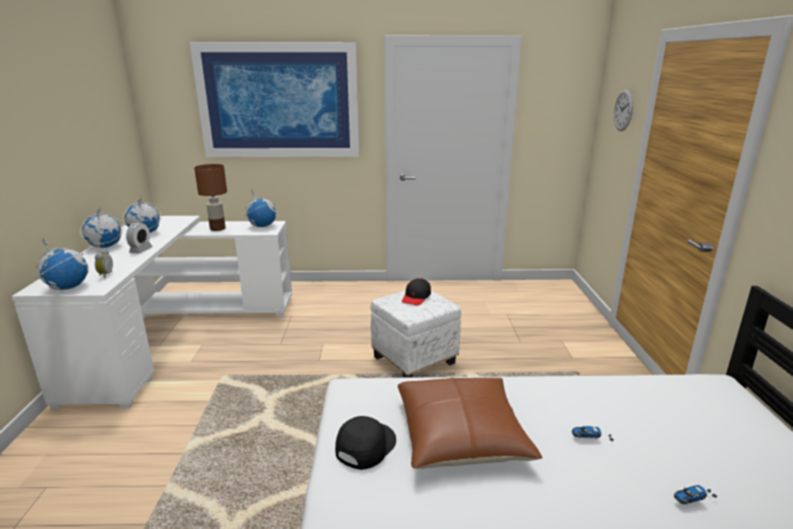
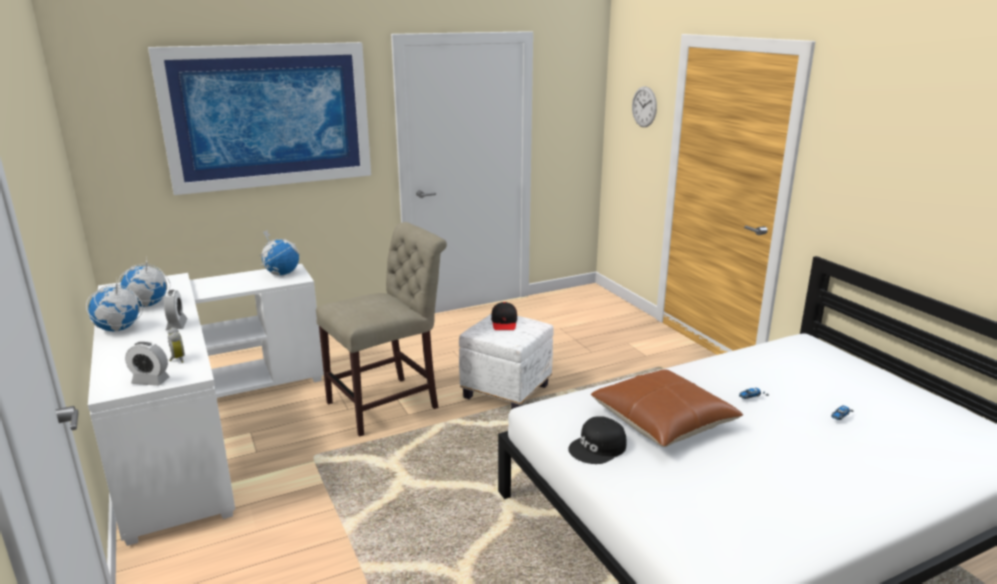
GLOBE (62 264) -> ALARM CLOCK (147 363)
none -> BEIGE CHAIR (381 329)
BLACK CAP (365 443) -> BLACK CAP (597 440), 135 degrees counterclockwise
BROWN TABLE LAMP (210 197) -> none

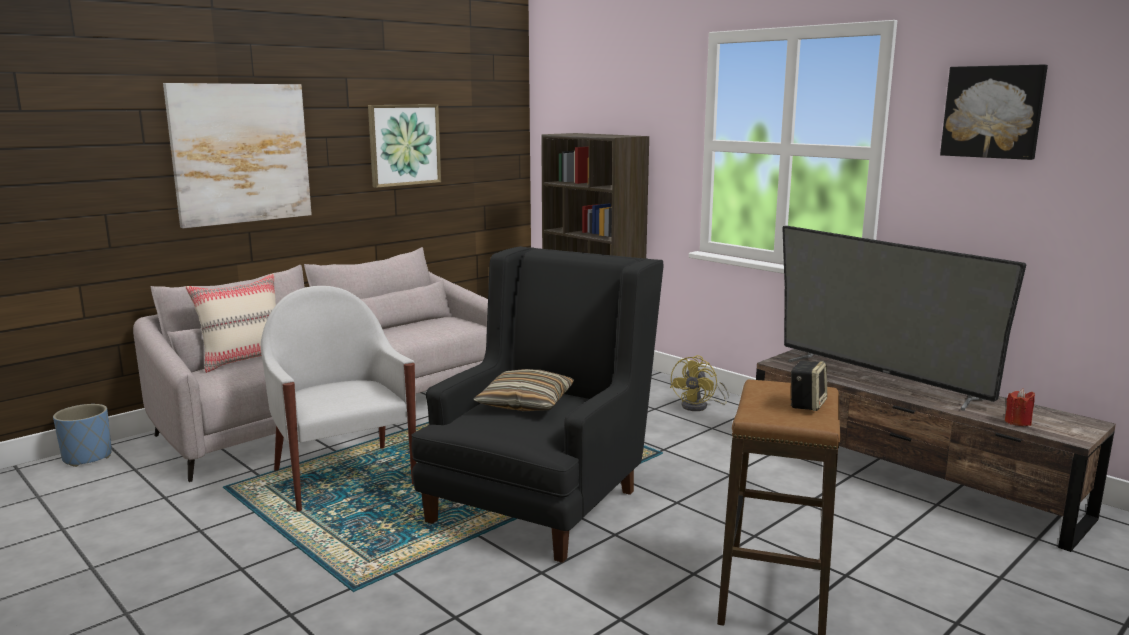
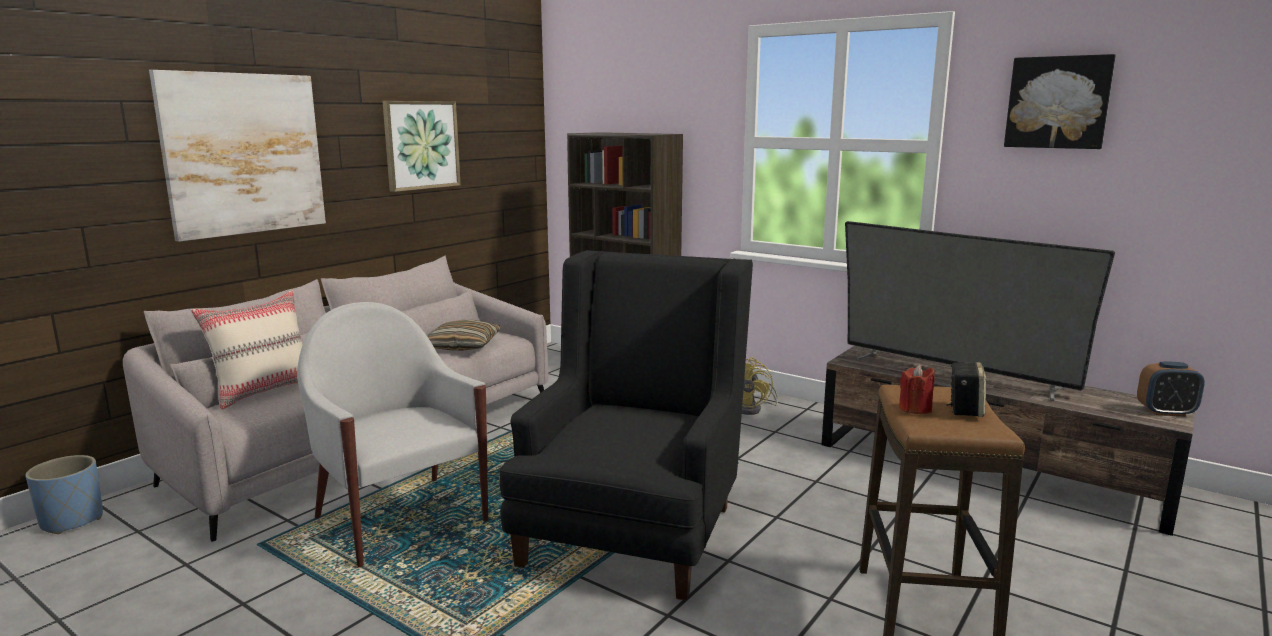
PILLOW (523 390) -> PILLOW (464 335), move
RED CANDLE (1020 407) -> RED CANDLE (917 389), move
none -> ALARM CLOCK (1171 389)

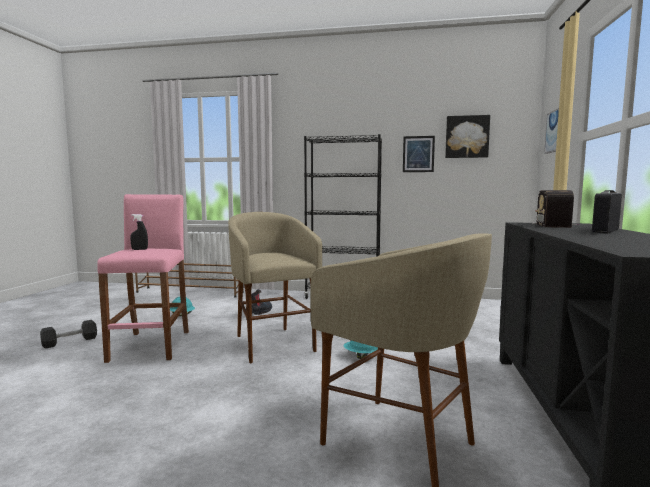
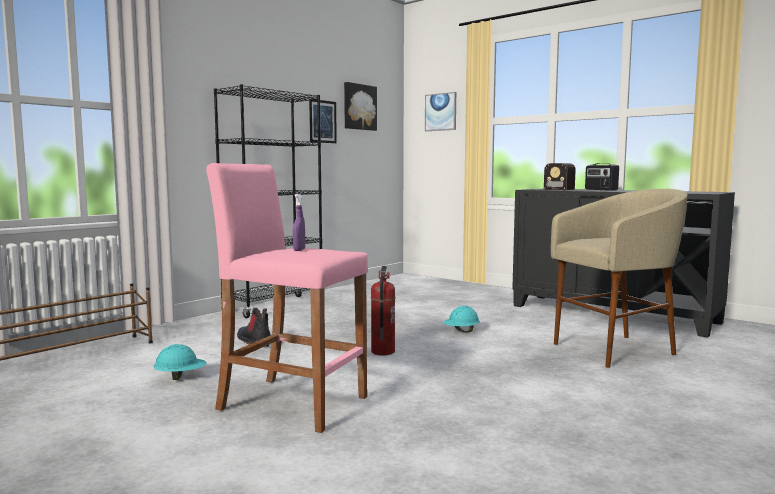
BLACK SPRAY BOTTLE (139 232) -> PURPLE SPRAY BOTTLE (299 222)
BEIGE STOOL (275 287) -> FIRE EXTINGUISHER (383 310)
BLACK DUMBBELL (68 334) -> none

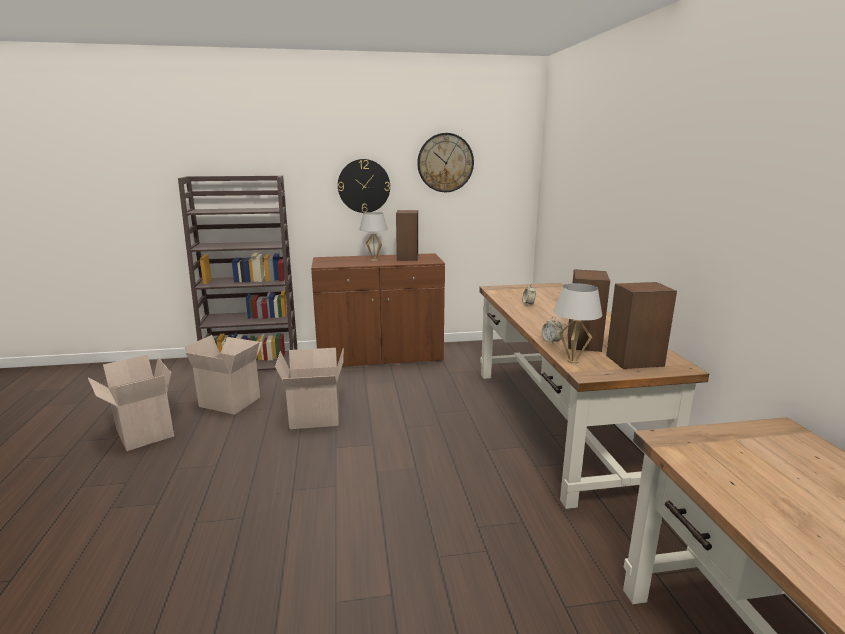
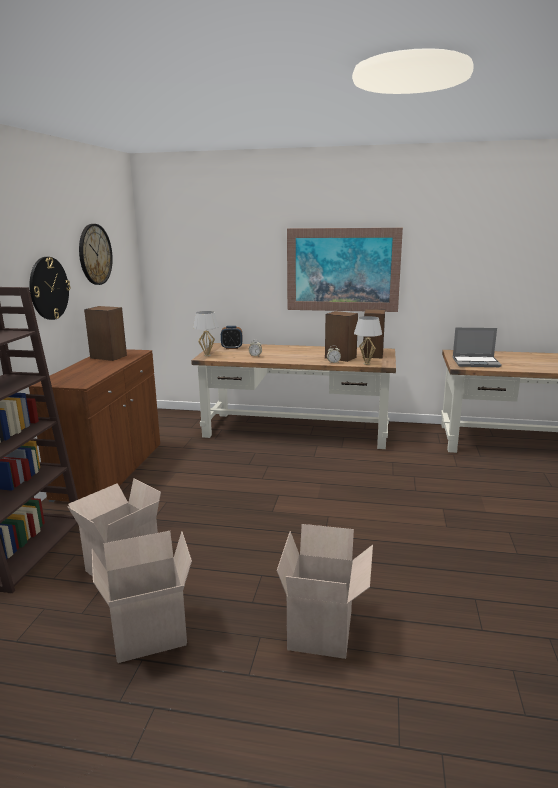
WHITE TABLE LAMP (373 236) -> WHITE TABLE LAMP (206 333), move
none -> ALARM CLOCK (232 337)
CARDBOARD BOX (309 388) -> CARDBOARD BOX (325 591), move
none -> PICTURE (345 270)
none -> LAPTOP (477 347)

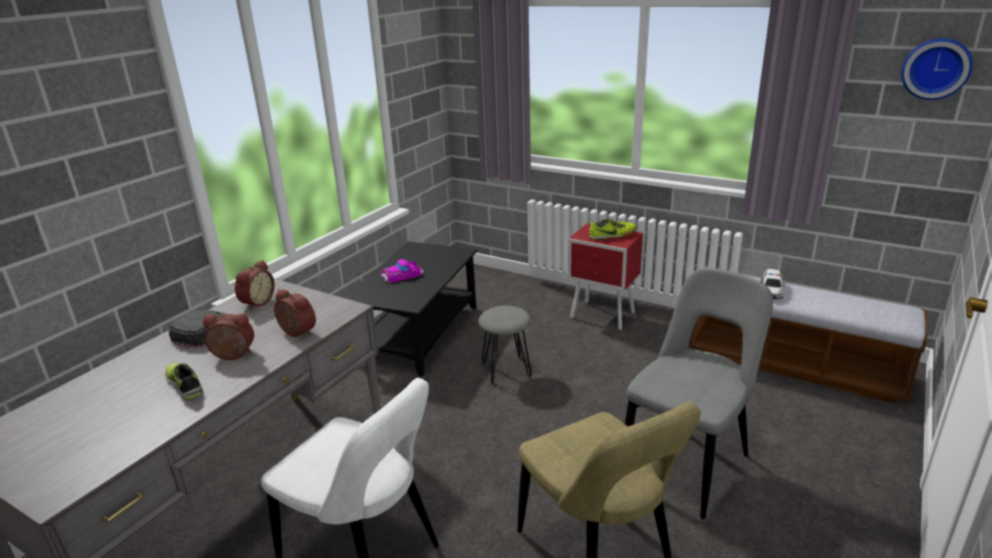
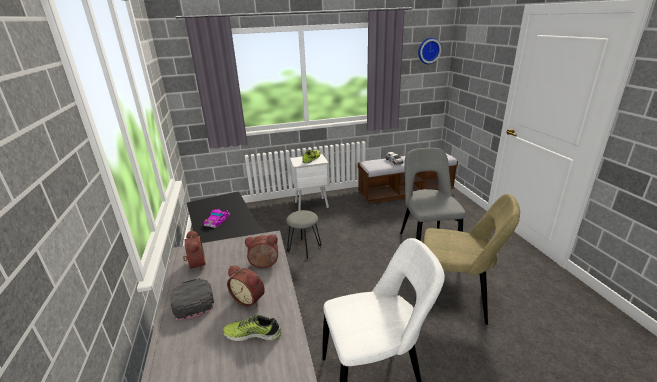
ALARM CLOCK (228 337) -> ALARM CLOCK (246 286), 105 degrees counterclockwise
RED NIGHTSTAND (605 276) -> WHITE NIGHTSTAND (309 182)

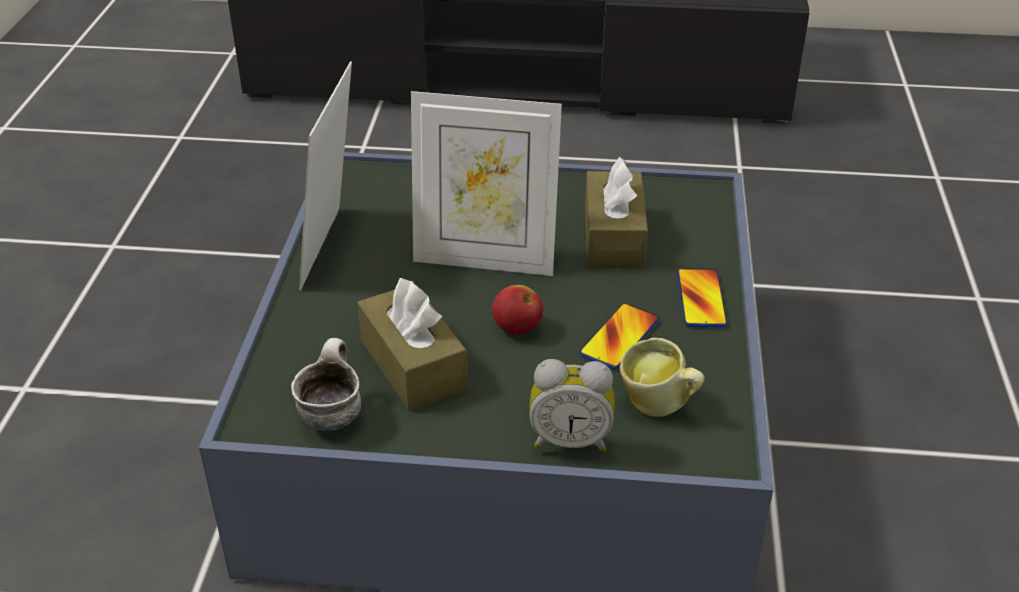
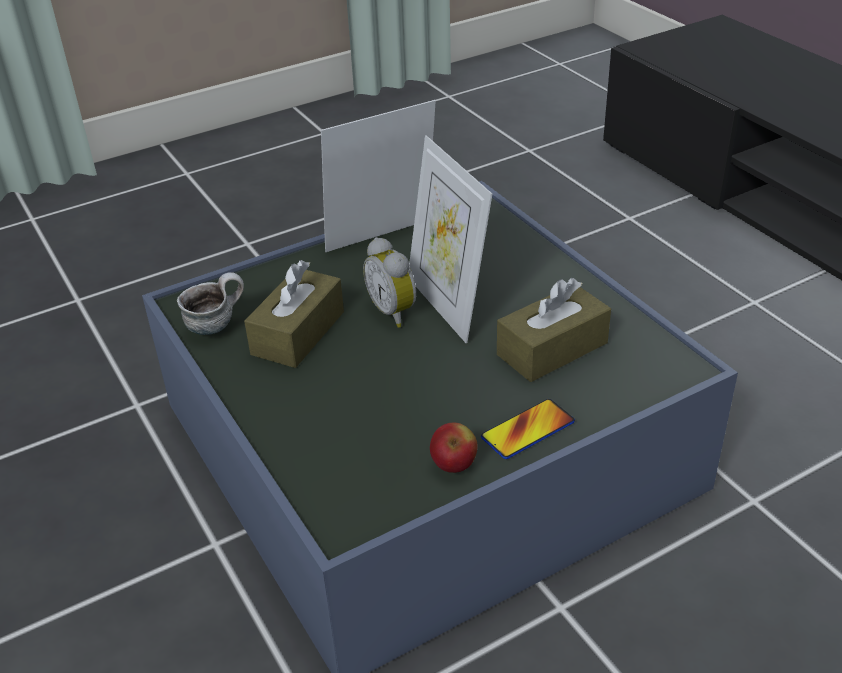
ALARM CLOCK (572 405) -> ALARM CLOCK (389 282), move
APPLE (517 310) -> APPLE (454 448), move
PHONE (619 336) -> none
MUG (662 377) -> none

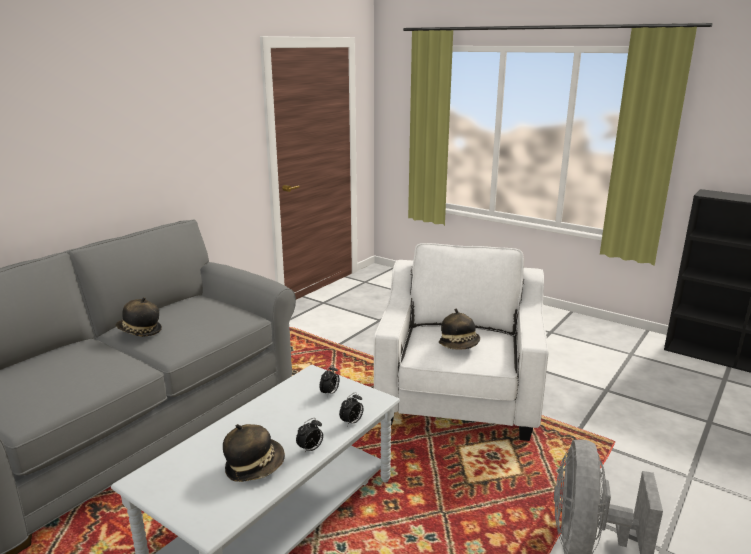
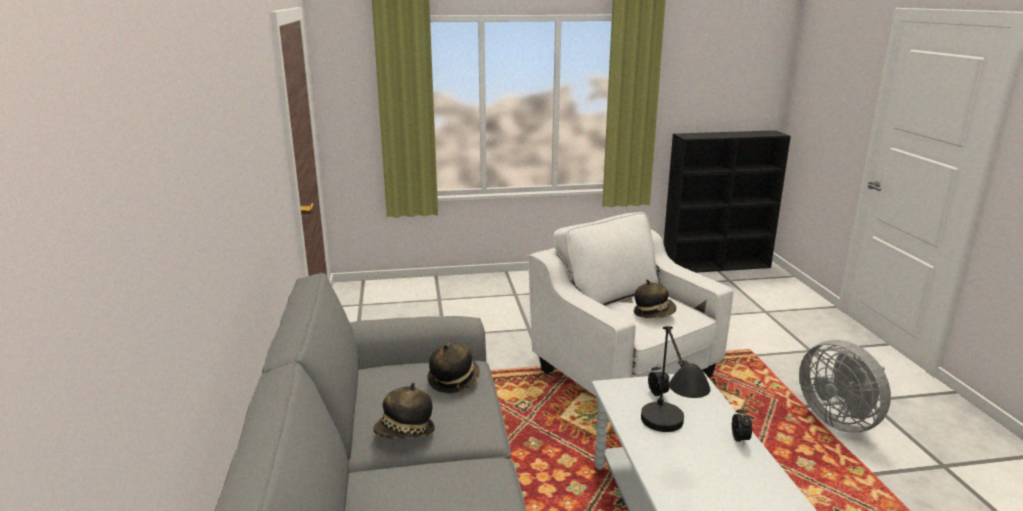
HAT (254 453) -> HAT (453 367), move
none -> BLACK TABLE LAMP (676 379)
ALARM CLOCK (351 409) -> none

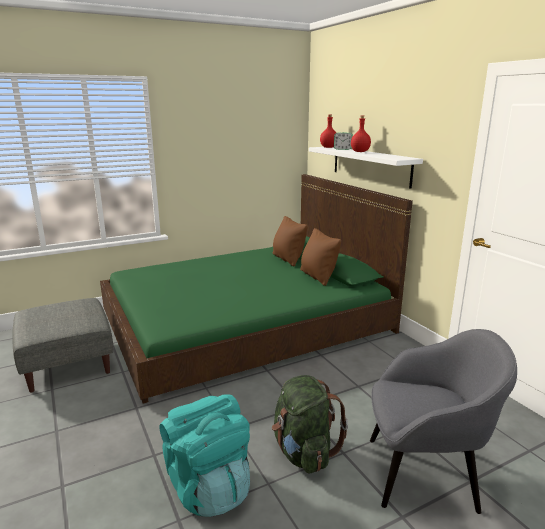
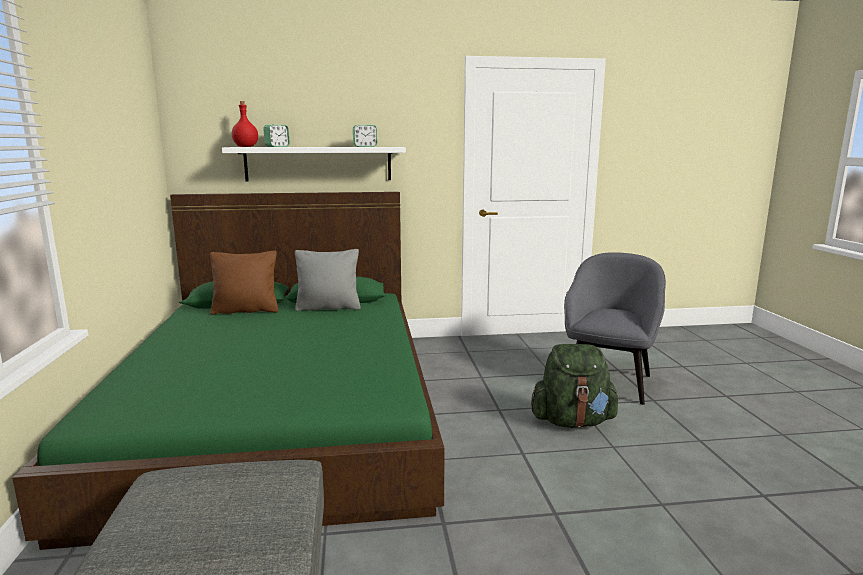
BROWN PILLOW (320 257) -> GREY PILLOW (328 280)
none -> ALARM CLOCK (365 136)
TURQUOISE BACKPACK (205 455) -> none
RED BOTTLE (361 134) -> none

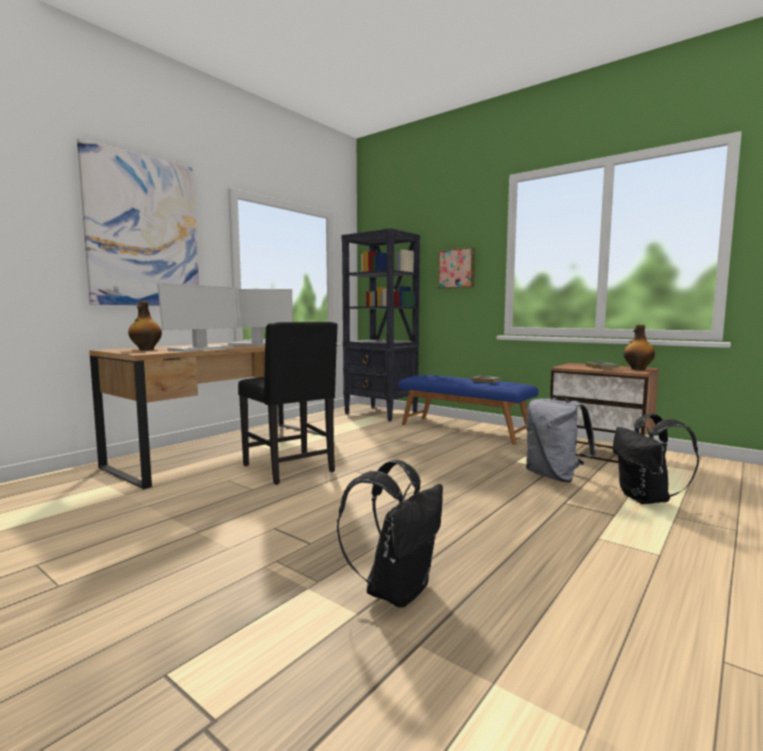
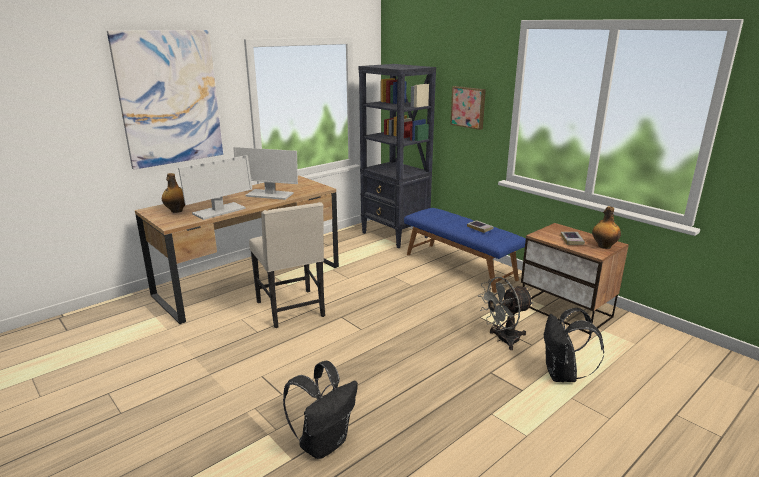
BLACK CHAIR (288 403) -> BEIGE CHAIR (287 265)
GREY BACKPACK (561 439) -> GREY FAN (506 313)

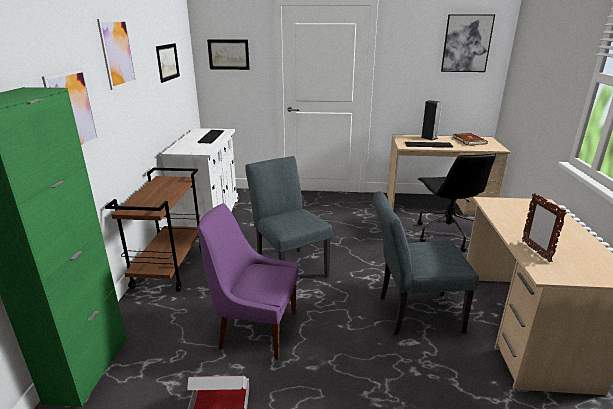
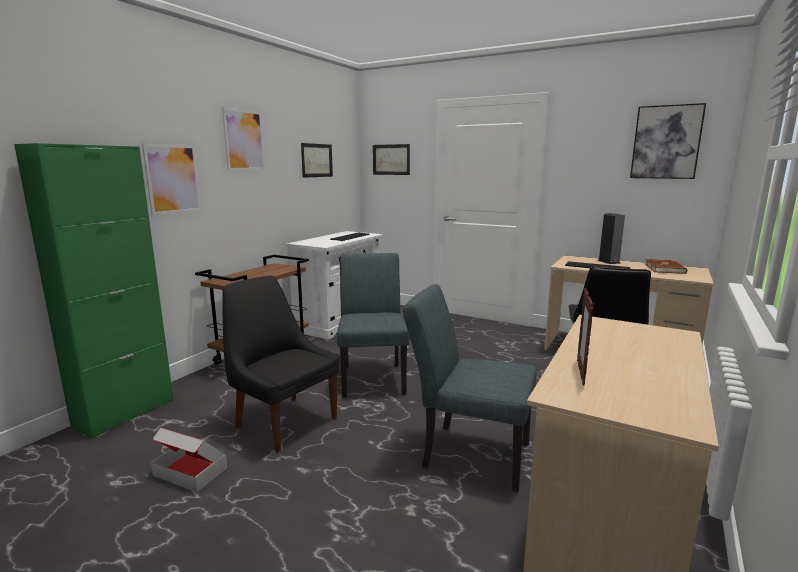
PURPLE CHAIR (248 281) -> BLACK CHAIR (281 364)

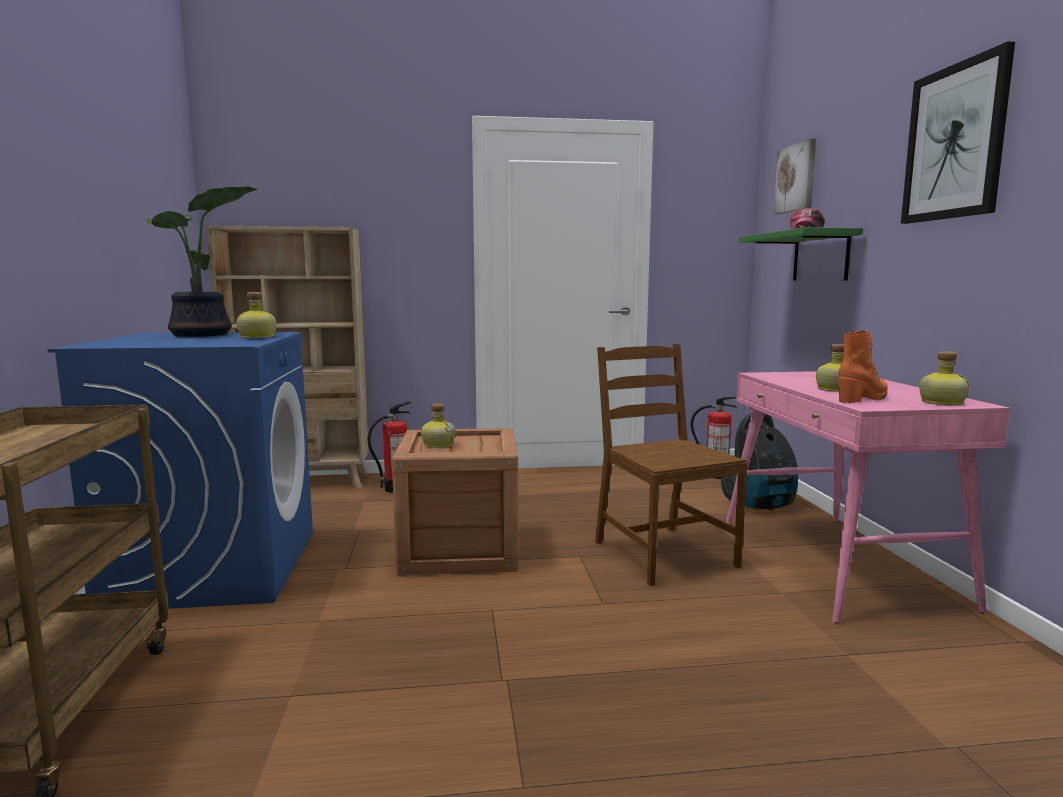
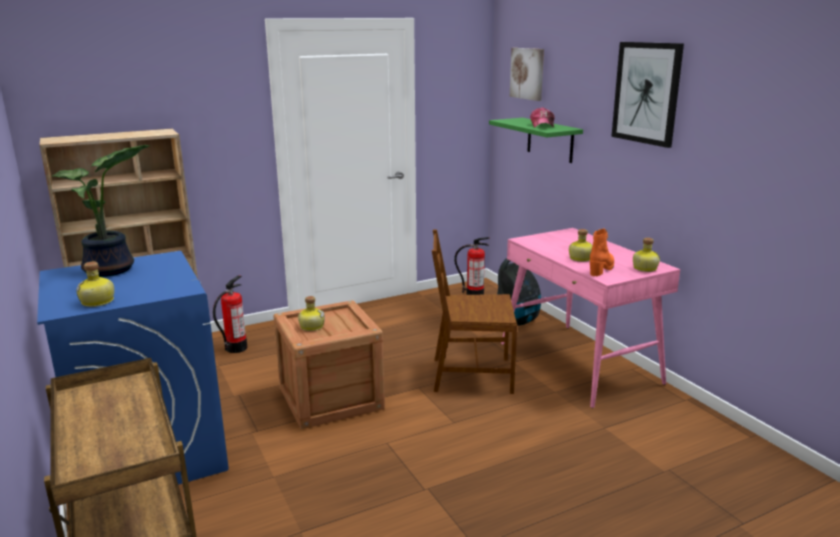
BOTTLE (256 315) -> BOTTLE (95 284), move
BROWN CHAIR (671 465) -> BROWN CHAIR (474 311), 45 degrees counterclockwise

